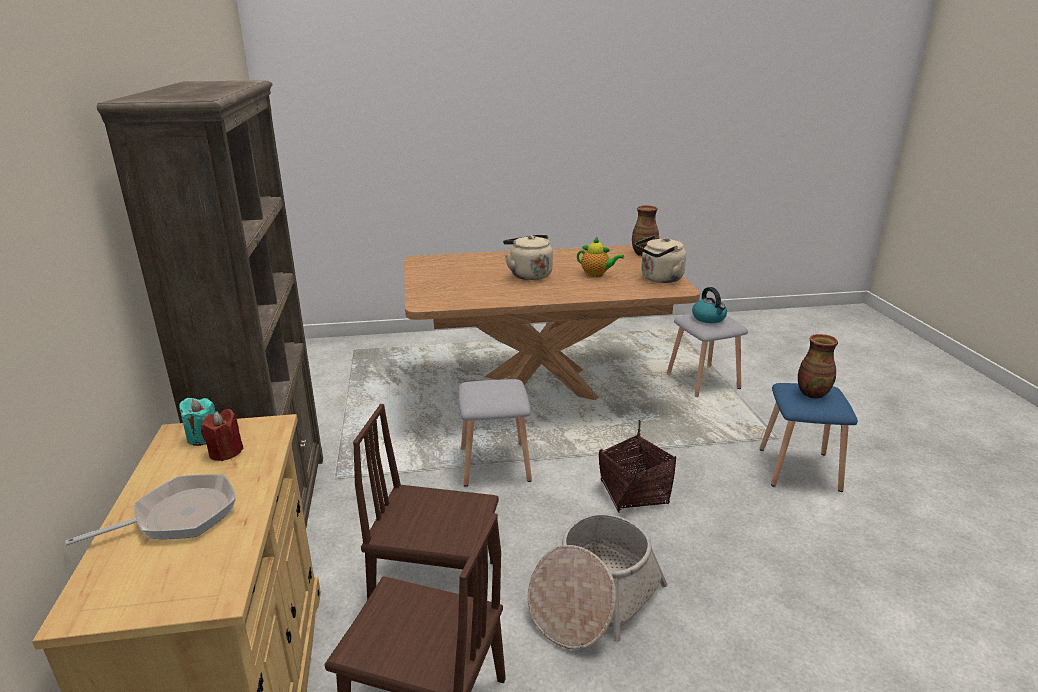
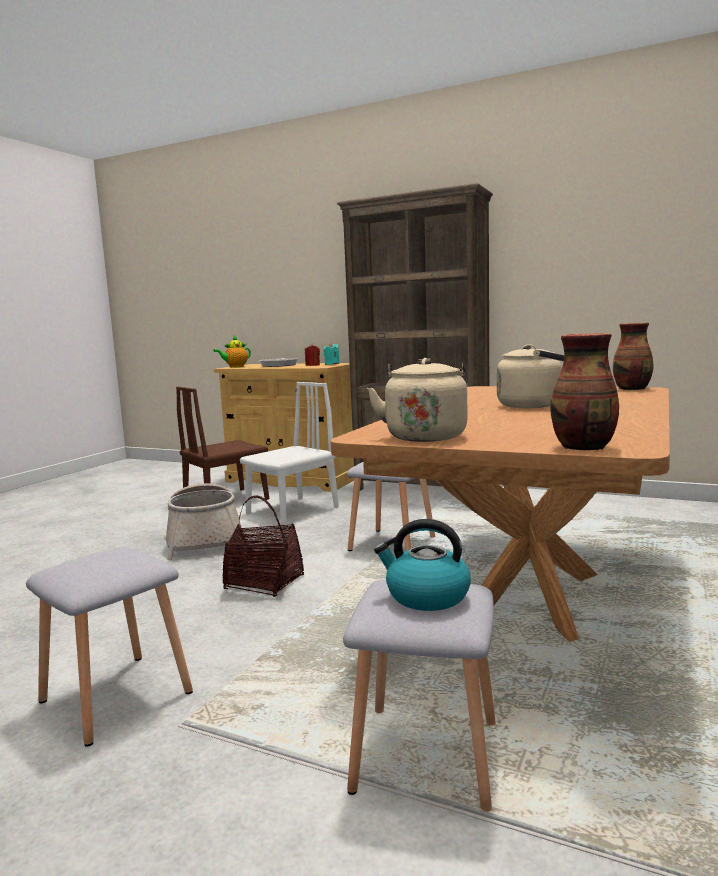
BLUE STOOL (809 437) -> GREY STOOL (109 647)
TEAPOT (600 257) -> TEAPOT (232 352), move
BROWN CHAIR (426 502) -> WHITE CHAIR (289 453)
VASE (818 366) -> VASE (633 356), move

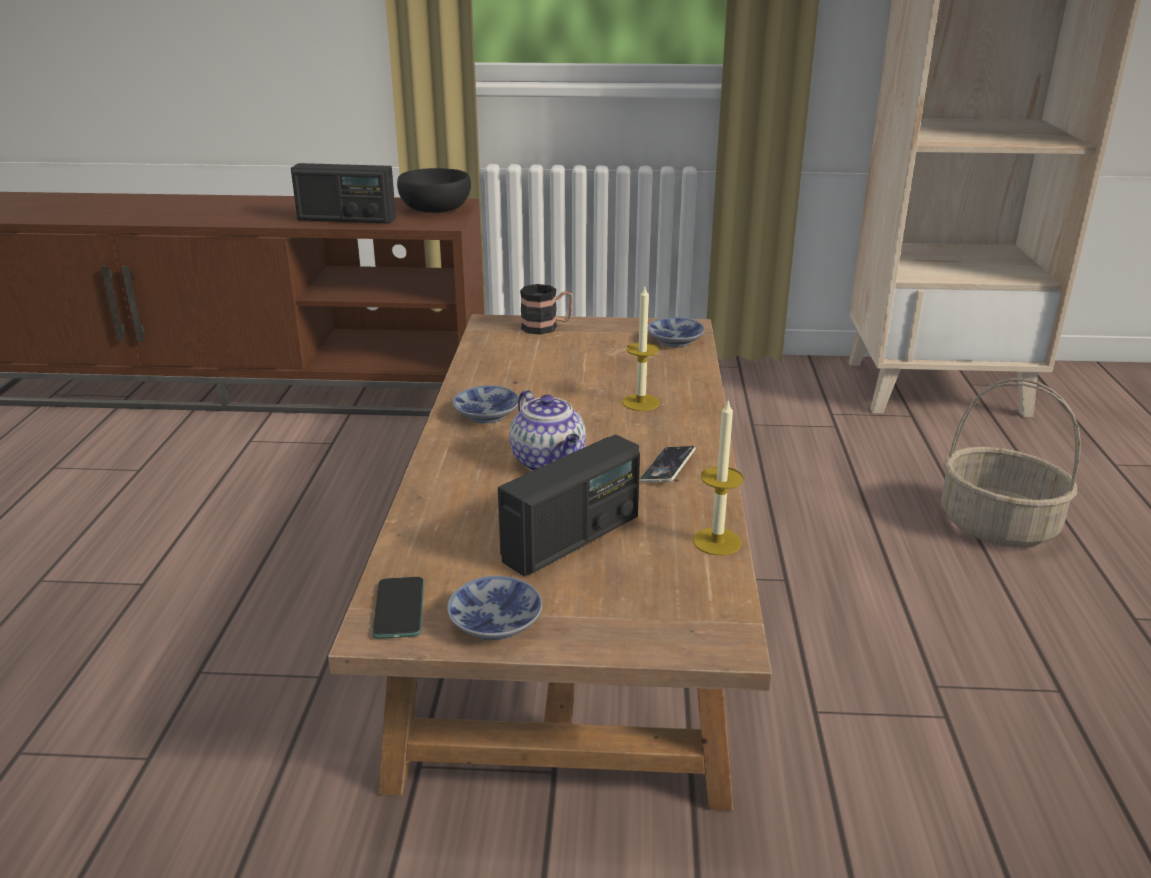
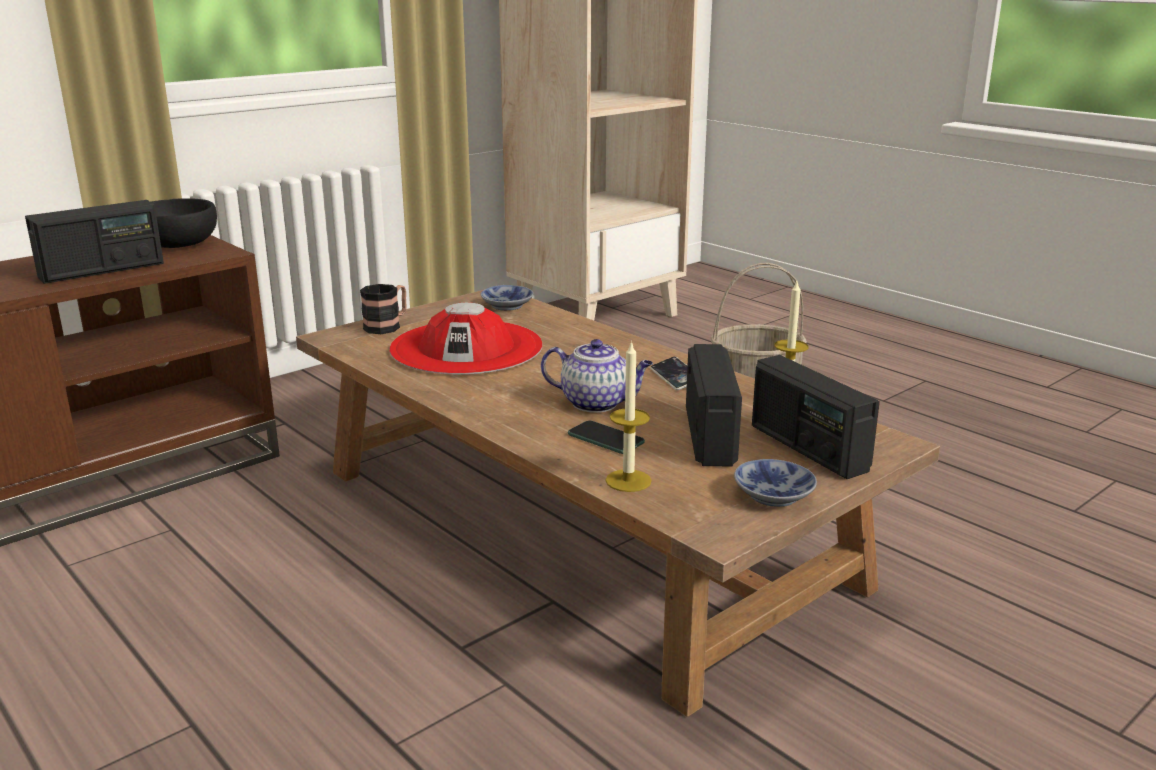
none -> RED HAT (466 338)
PHONE (398 608) -> PHONE (606 437), move
CANDLE (641 349) -> CANDLE (628 416), move
none -> RADIO (816 417)
BOWL (486 404) -> none

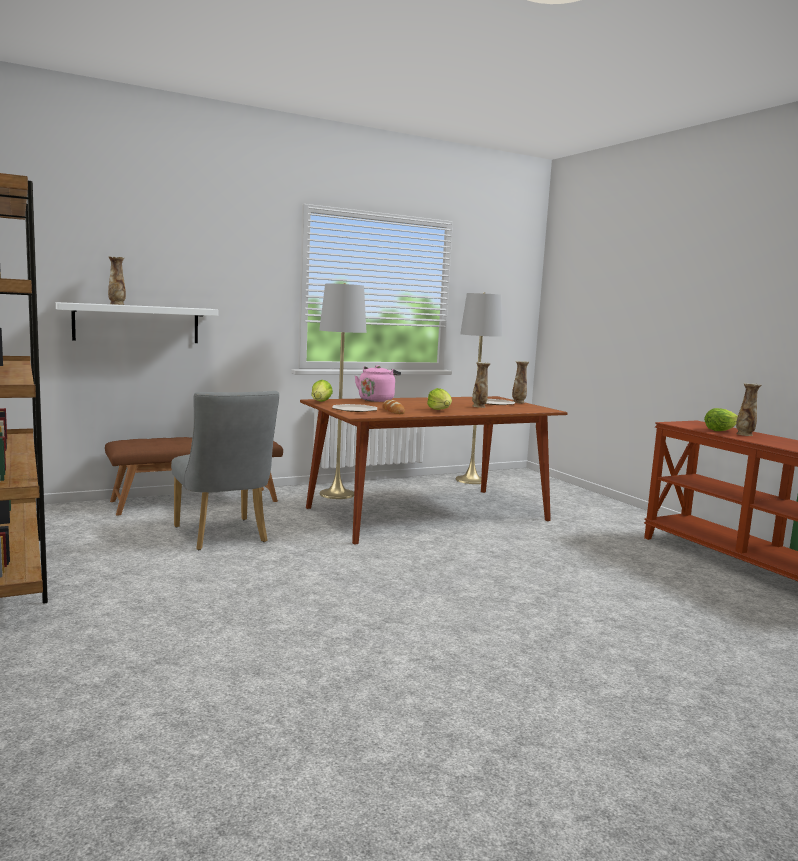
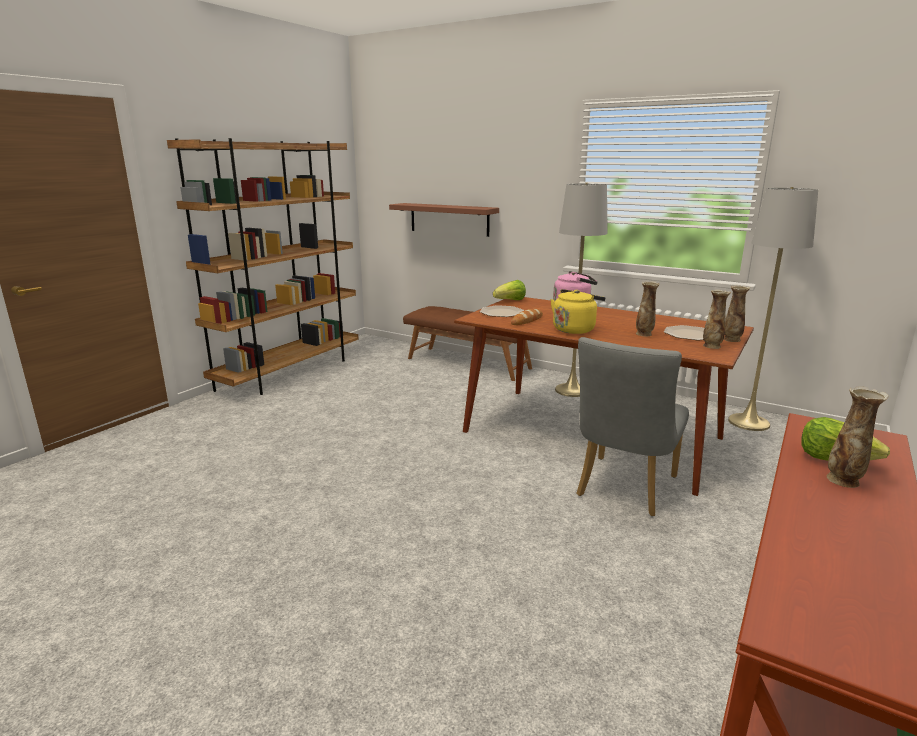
WHITE SHELF (137 322) -> BROWN SHELF (444 220)
LETTUCE (439 399) -> YELLOW KETTLE (578 311)
GREY CHAIR (225 470) -> GREY CHAIR (632 426), move
VASE (117 280) -> VASE (717 319), move

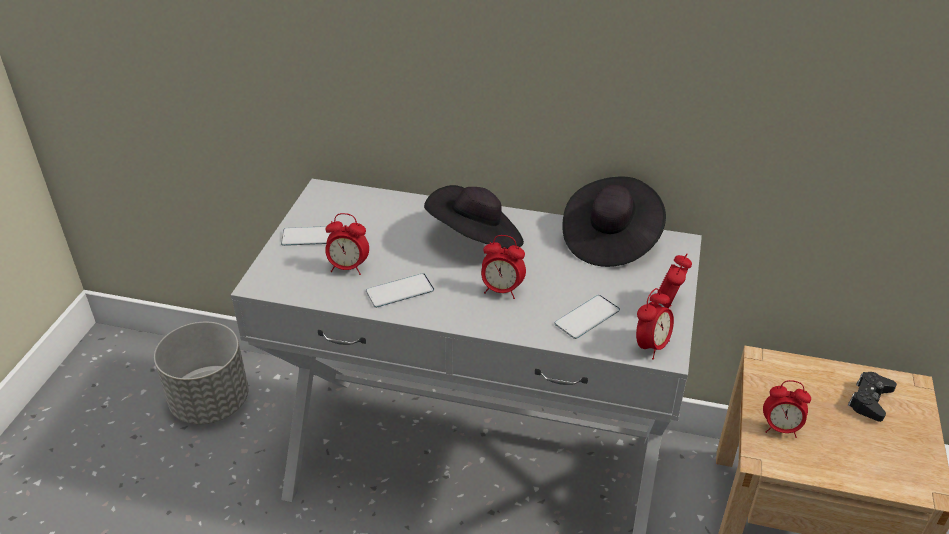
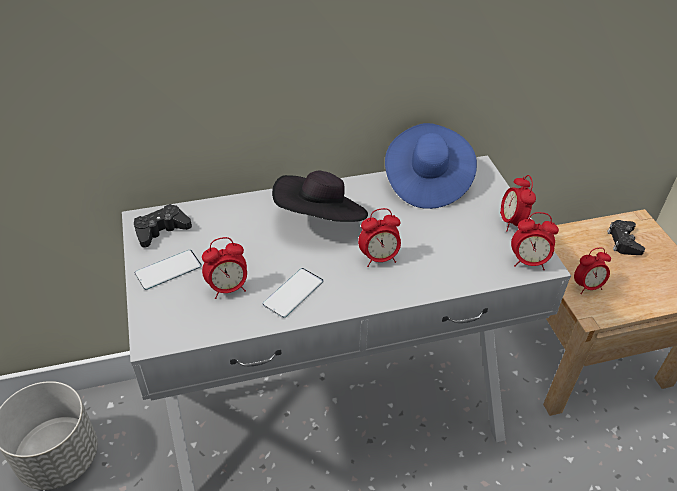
none -> BLACK GAME CONTROLLER (163 226)
BLACK HAT (614 222) -> BLUE HAT (431 166)
ALARM CLOCK (655 324) -> ALARM CLOCK (535 241), 90 degrees clockwise
PHONE (587 317) -> none

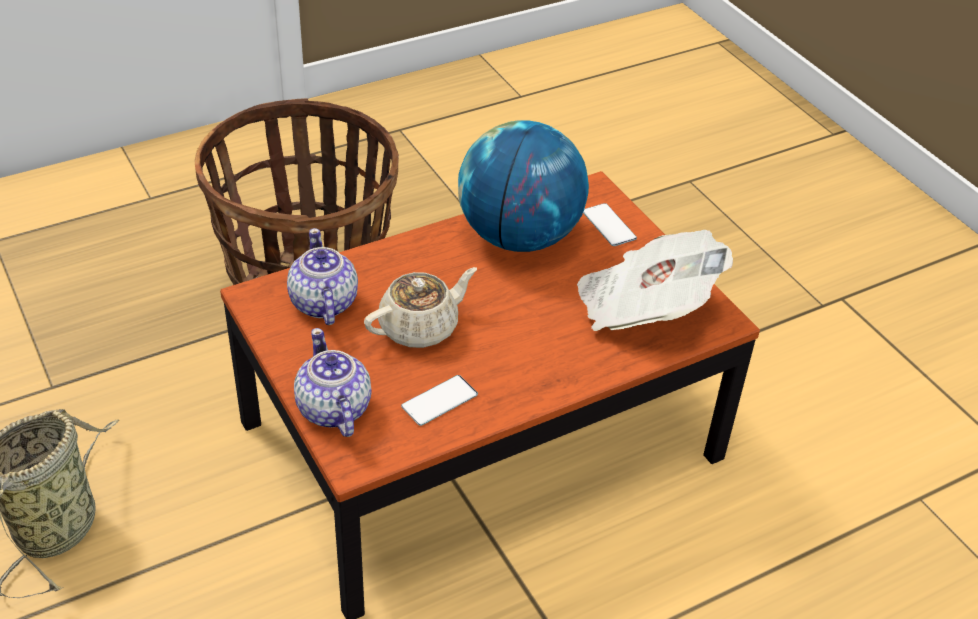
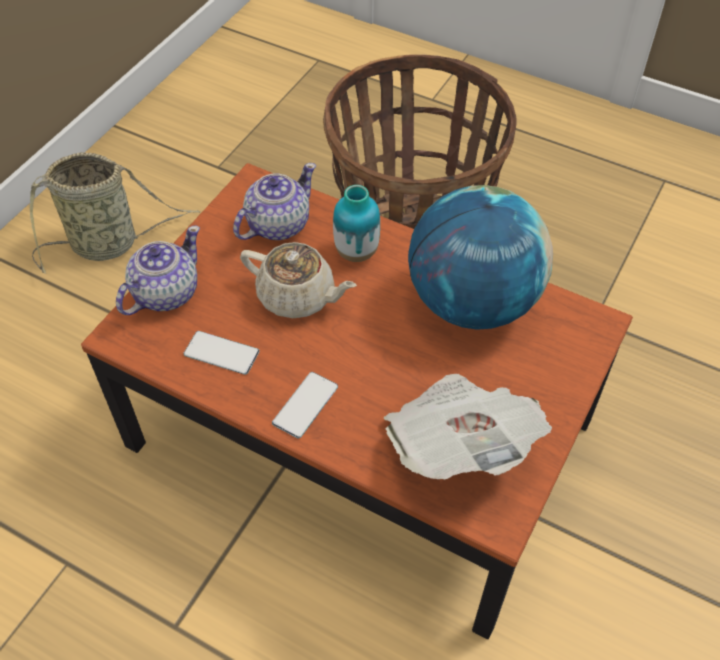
PHONE (610 224) -> PHONE (305 405), move
none -> VASE (356 223)

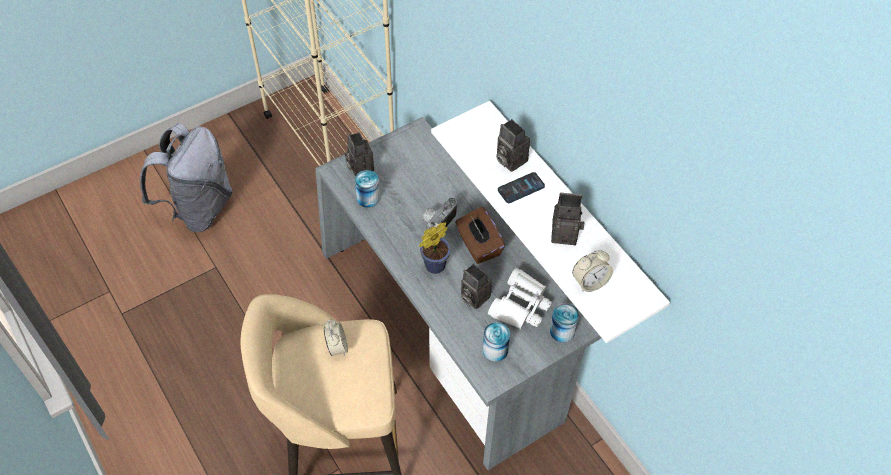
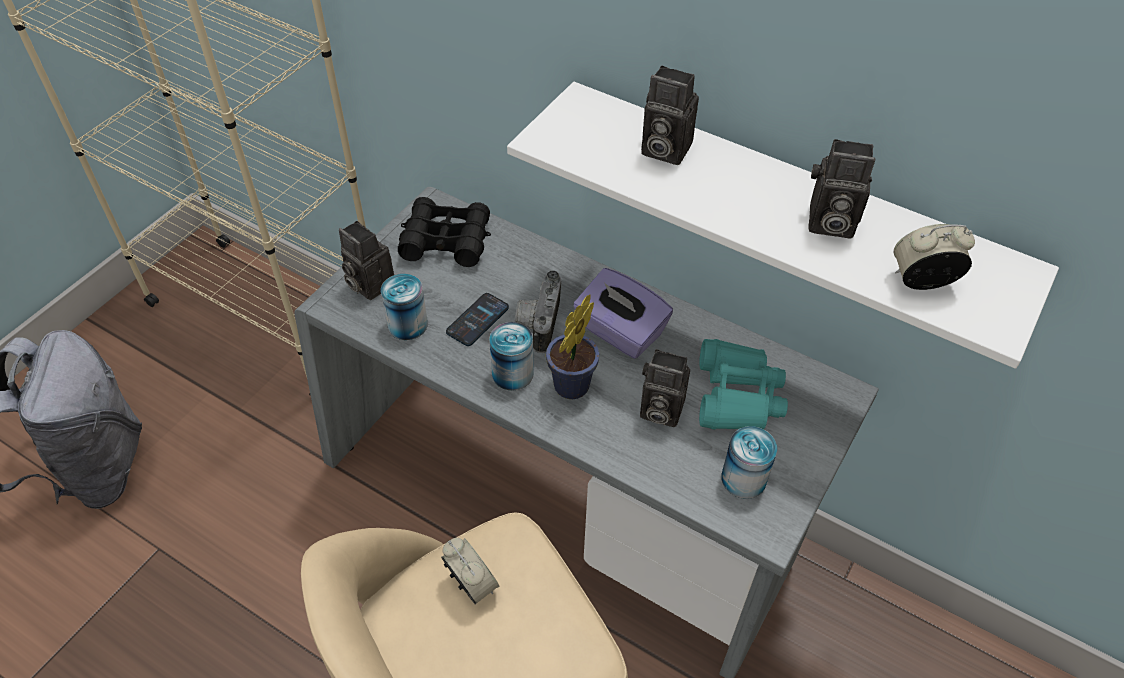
none -> BLACK BINOCULARS (444 232)
PHONE (521 187) -> PHONE (477 319), move
CAN (564 322) -> CAN (511 356), move
BROWN TISSUE BOX (480 235) -> PURPLE TISSUE BOX (623 313)
WHITE BINOCULARS (520 298) -> TURQUOISE BINOCULARS (743 384)
PHOTO CAMERA (567 219) -> PHOTO CAMERA (842 189), 150 degrees counterclockwise
ALARM CLOCK (592 271) -> ALARM CLOCK (934 257), 135 degrees counterclockwise

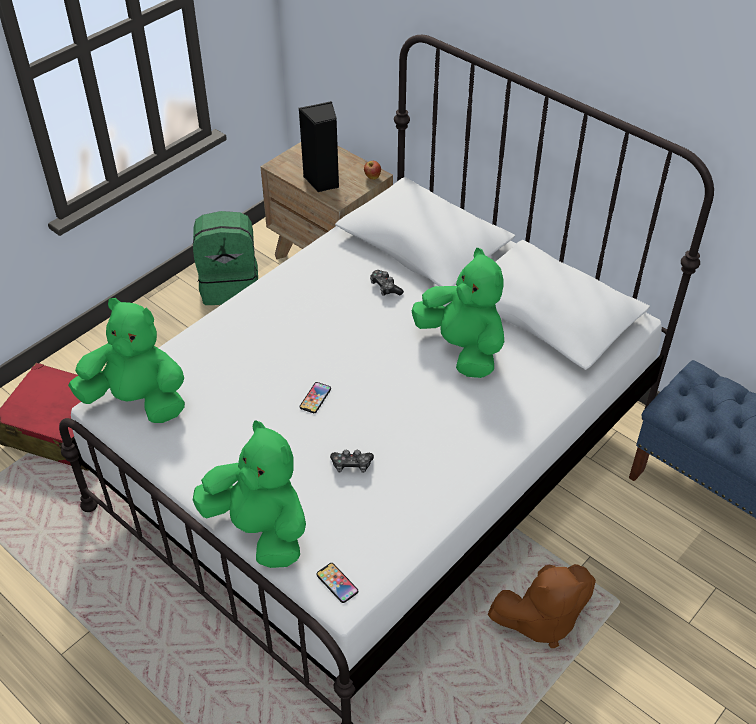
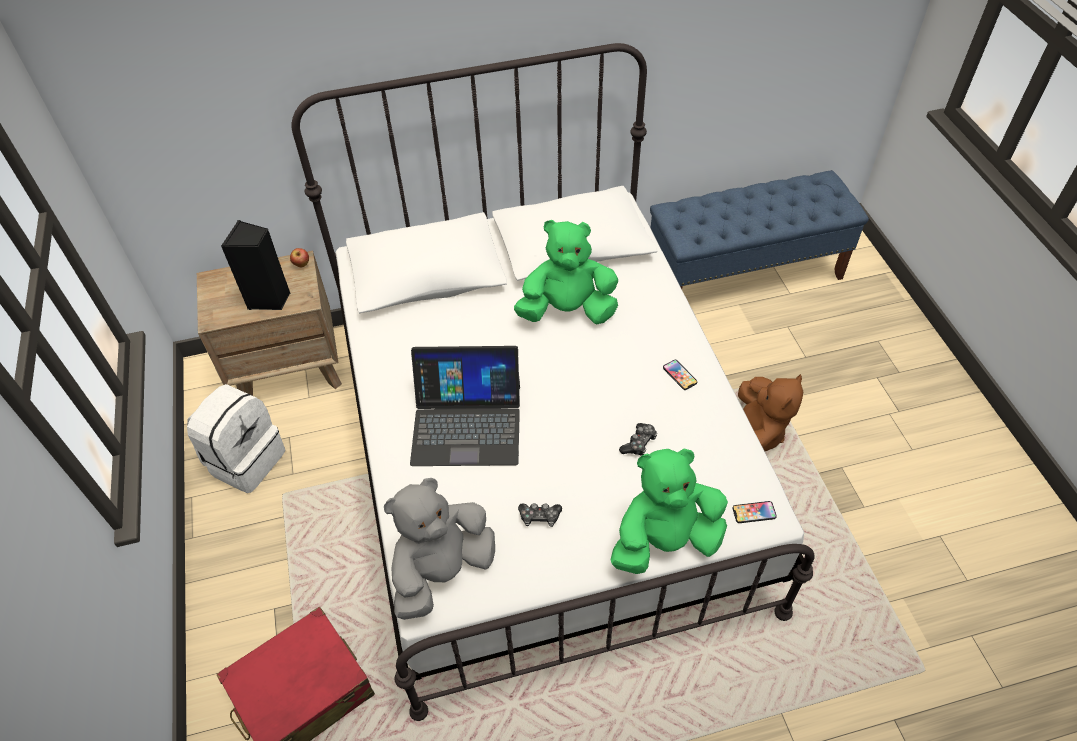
GREEN BACKPACK (225 258) -> WHITE BACKPACK (236 438)
GREEN PLUSH TOY (126 360) -> GREY PLUSH TOY (439 549)
none -> LAPTOP (465 406)
GAME CONTROLLER (387 283) -> GAME CONTROLLER (540 515), move
PHONE (315 397) -> PHONE (680 375), move

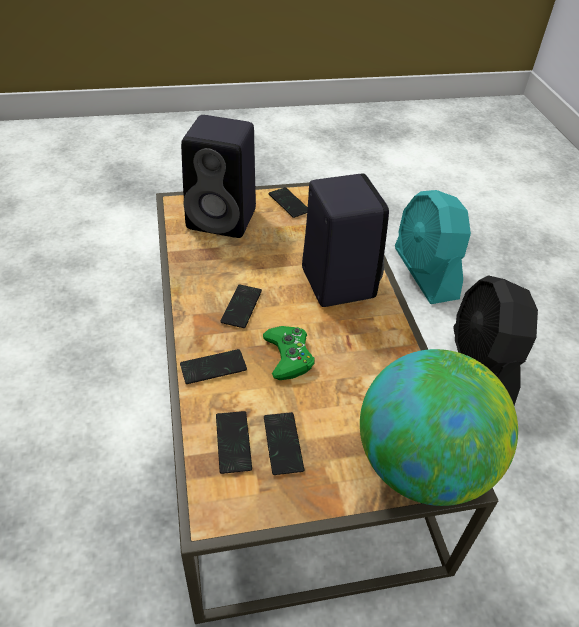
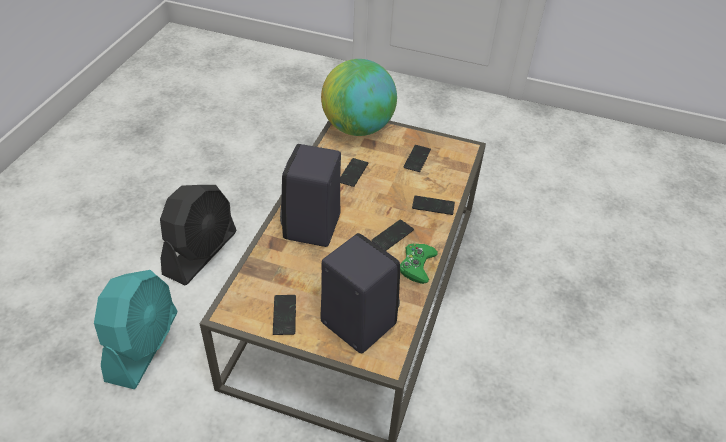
PHONE (234 442) -> PHONE (354 172), move
GREEN GAME CONTROLLER (289 353) -> GREEN GAME CONTROLLER (419 264), move

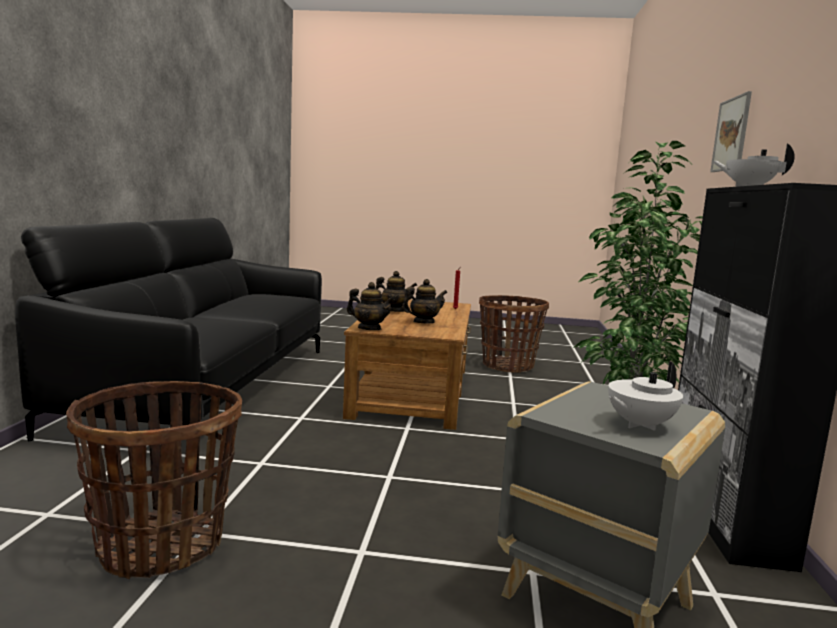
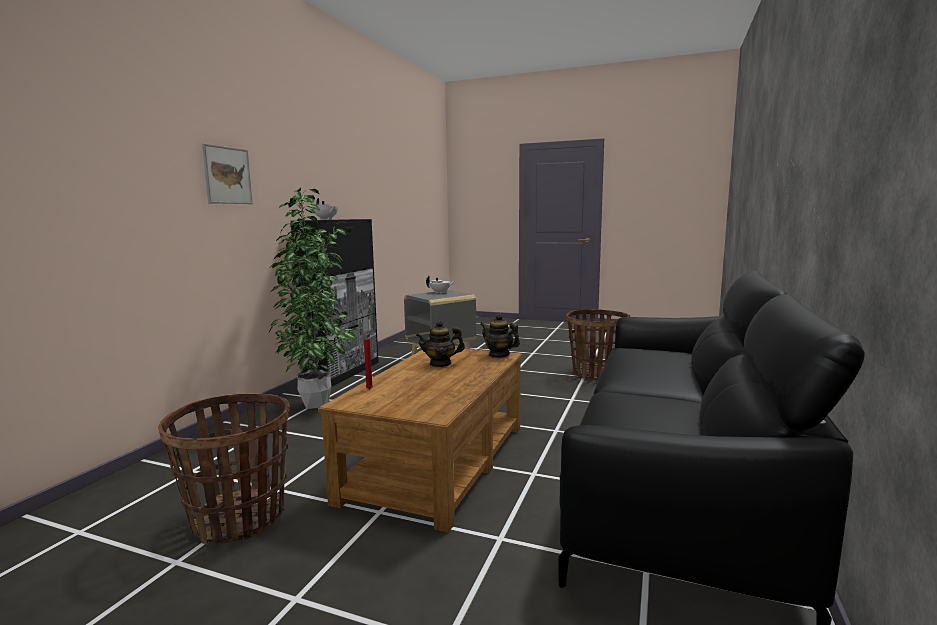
TEAPOT (396 291) -> none

